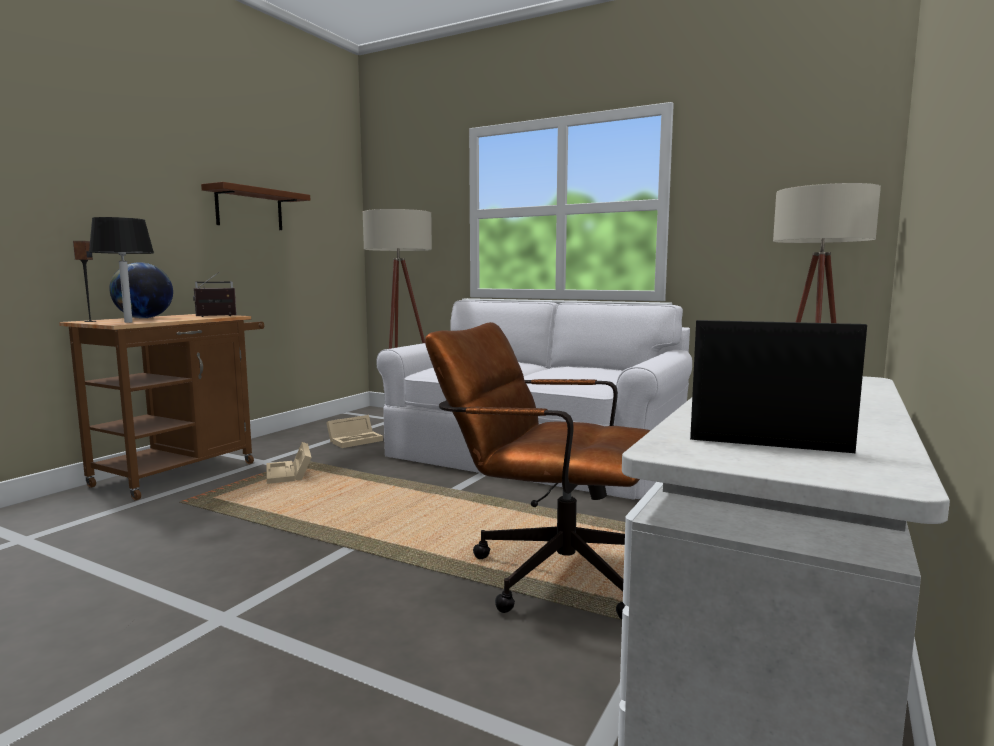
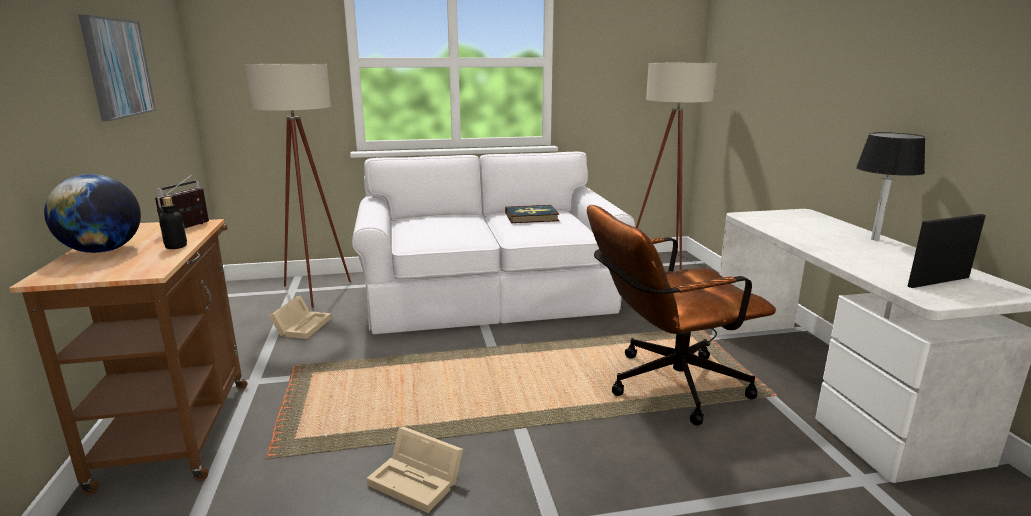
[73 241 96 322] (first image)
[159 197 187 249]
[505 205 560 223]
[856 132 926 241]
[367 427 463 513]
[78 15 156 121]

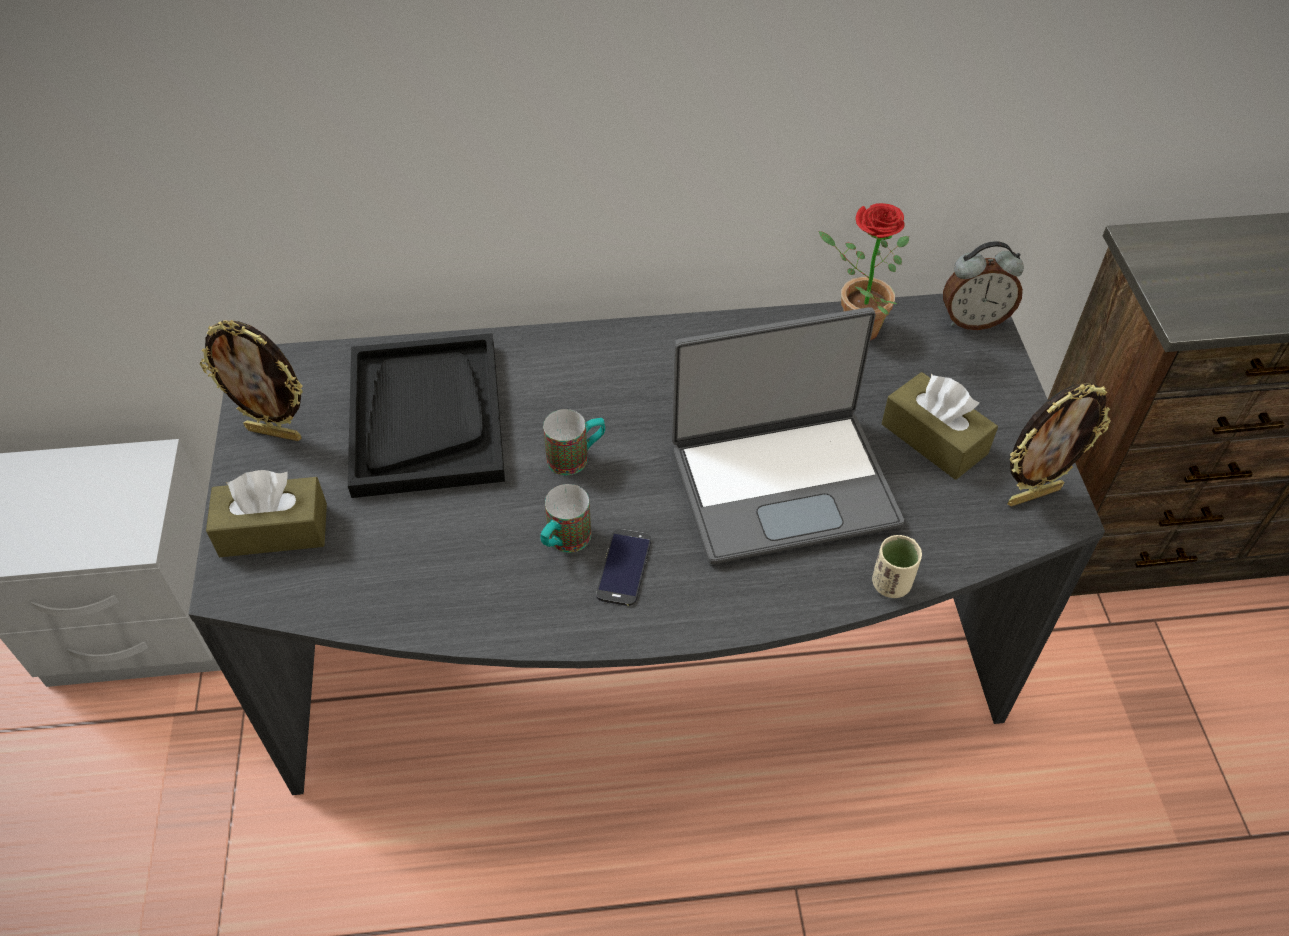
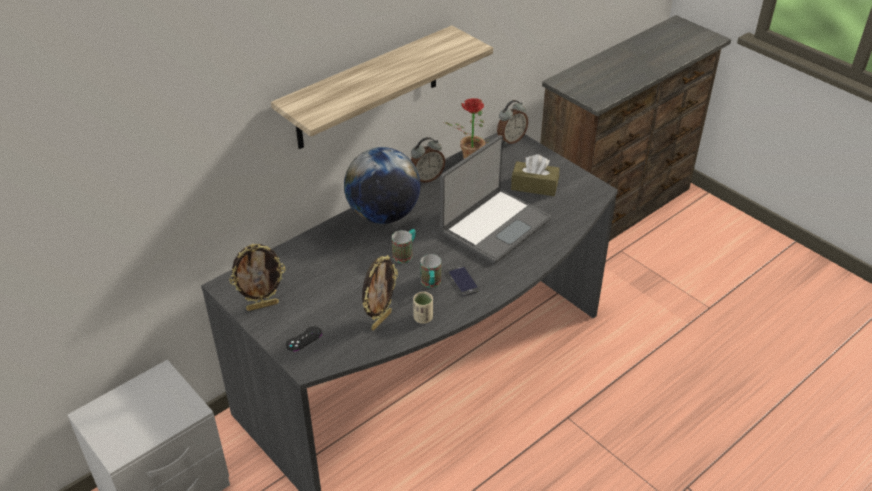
[348 333 505 498] (first image)
[271 25 493 149]
[344 147 420 224]
[411 137 445 183]
[413 292 433 324]
[362 255 398 330]
[286 326 322 351]

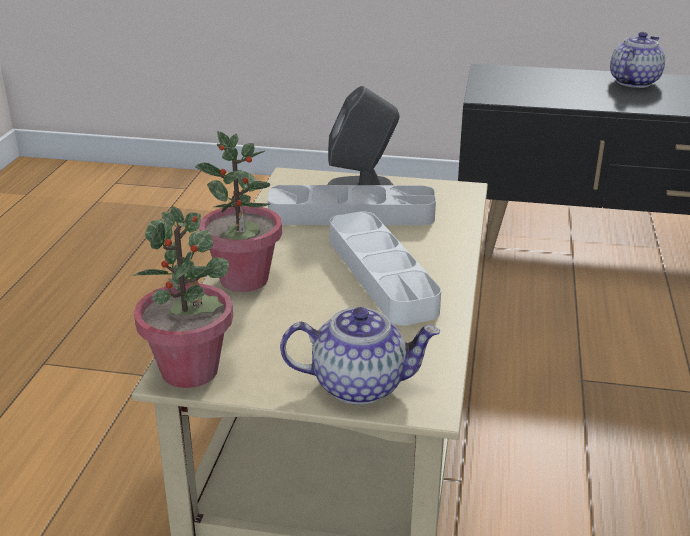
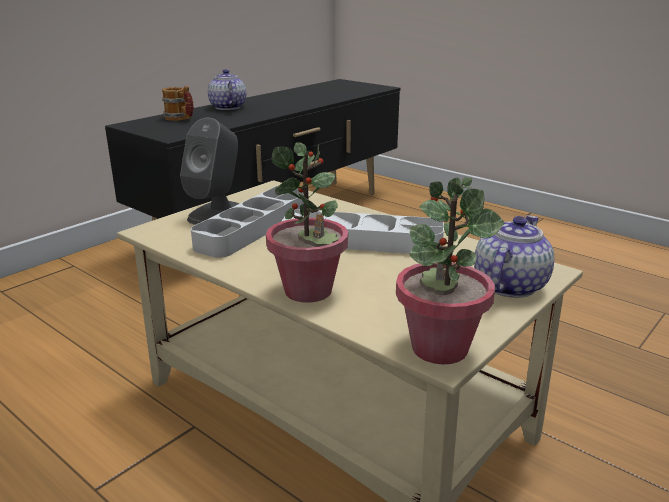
[162 86 194 121]

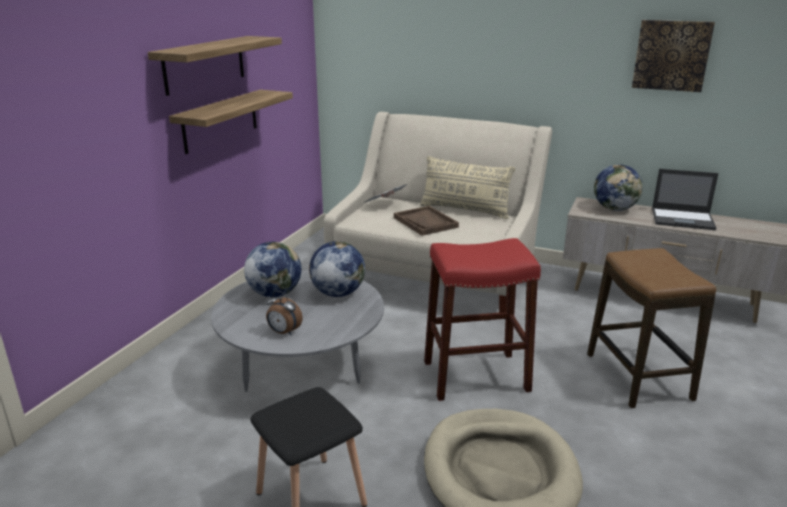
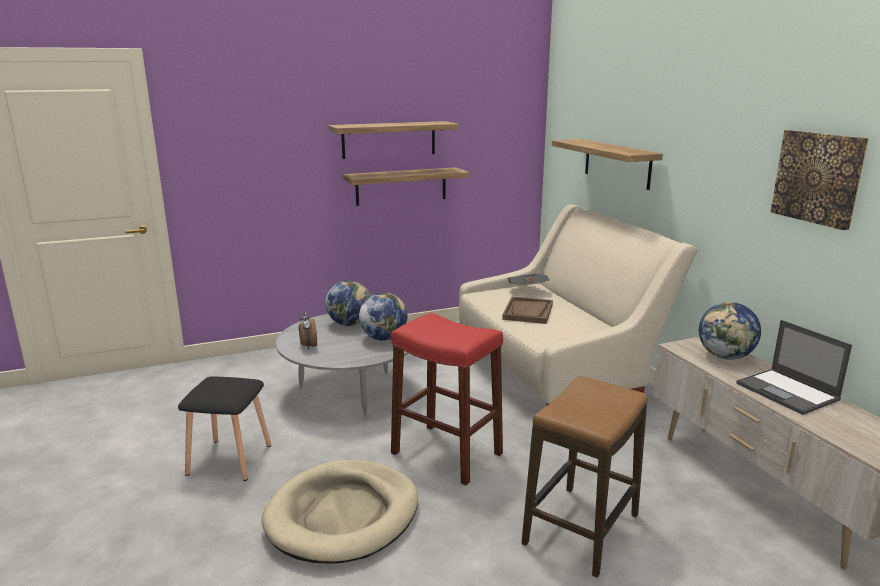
[420 156 516 219] (first image)
[552 139 663 190]

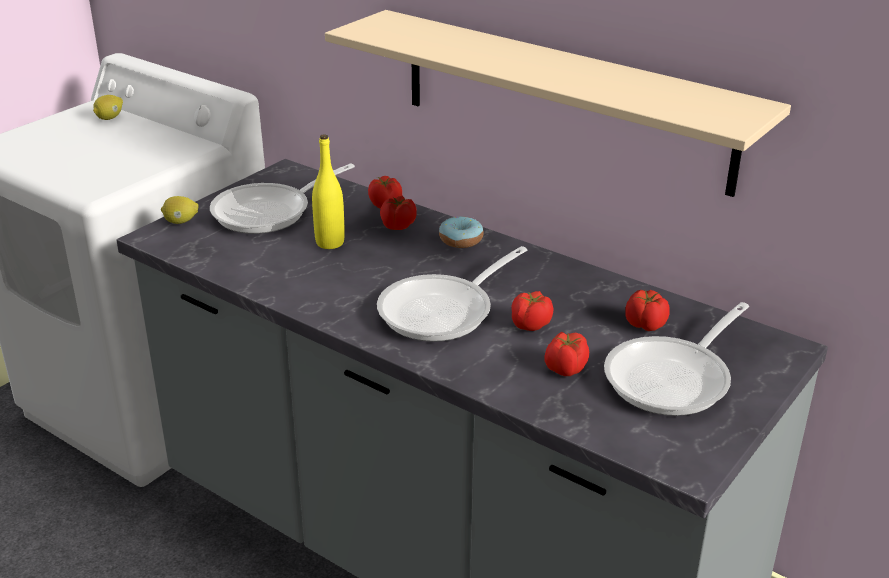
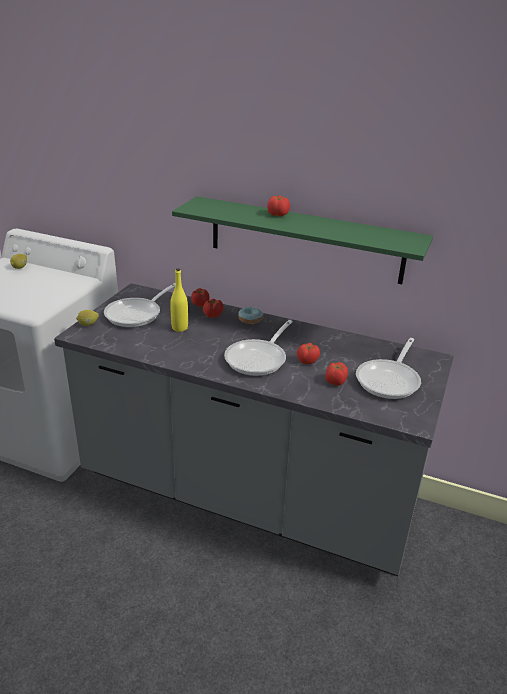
[267 196 290 217]
[172 196 433 284]

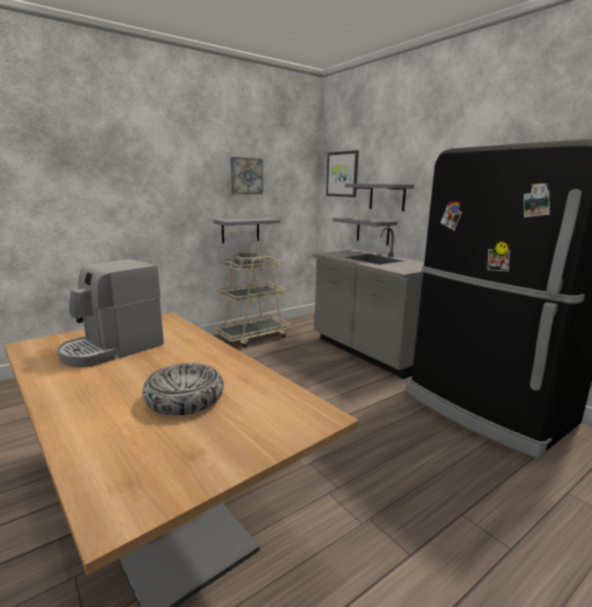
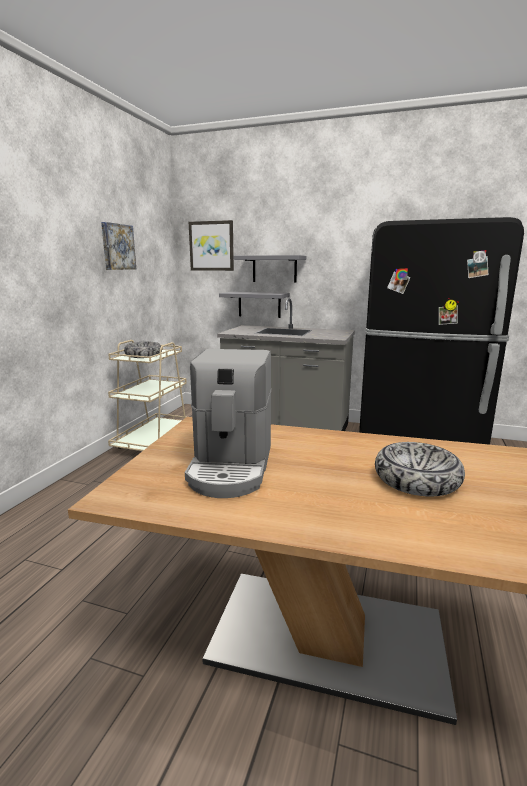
[213 218 280 243] (first image)

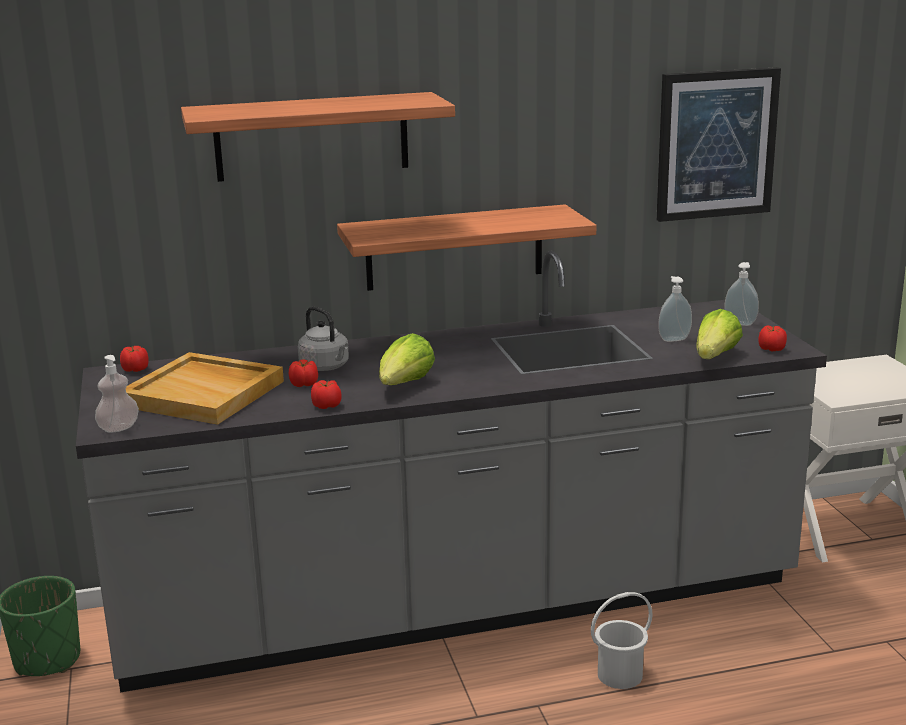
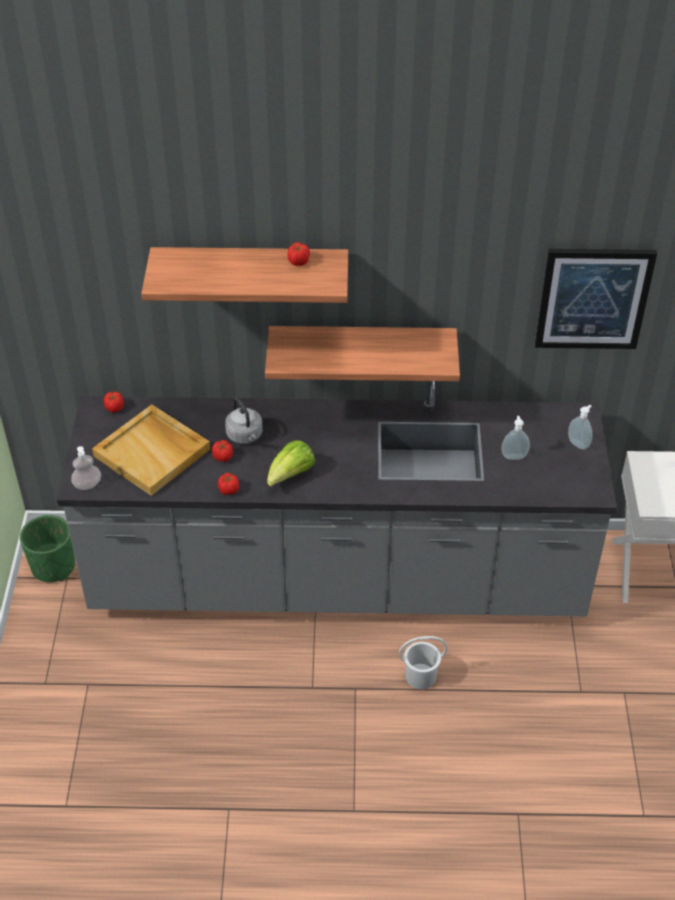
[696 309 743 359] (first image)
[288 242 310 266]

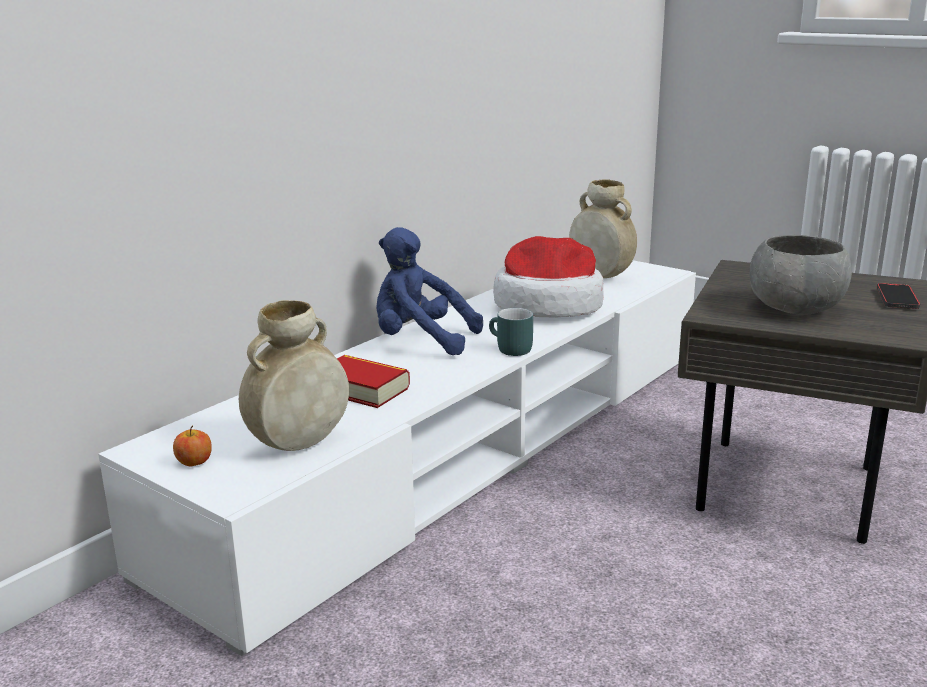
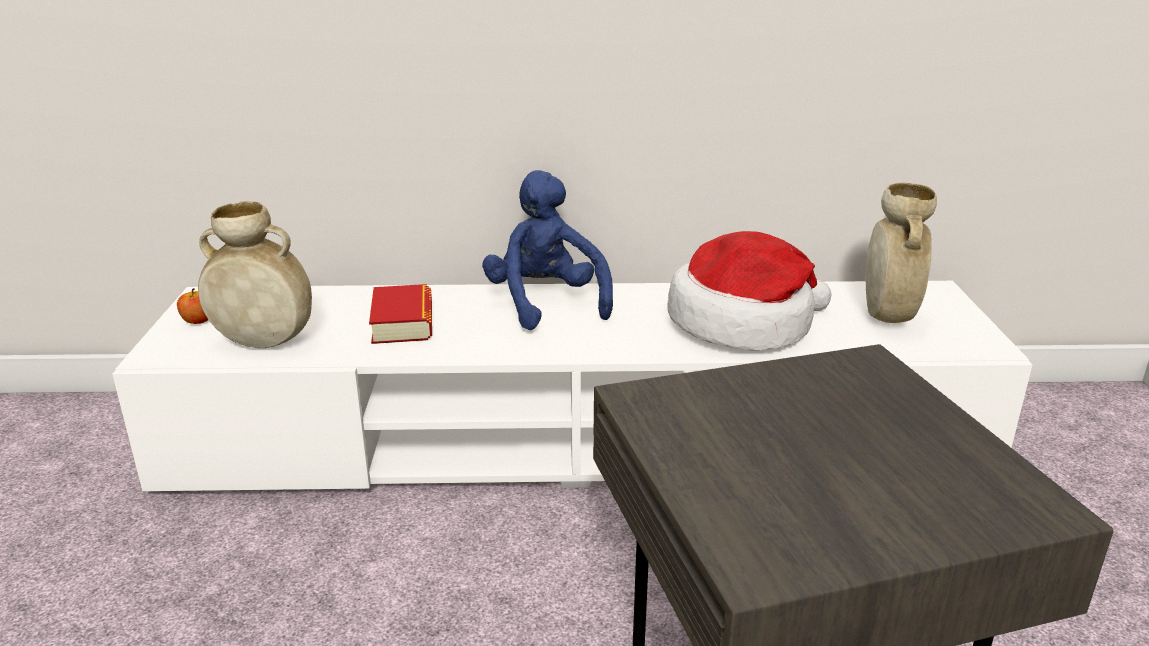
[489 308 533 356] (first image)
[749 235 852 315] (first image)
[877 283 920 309] (first image)

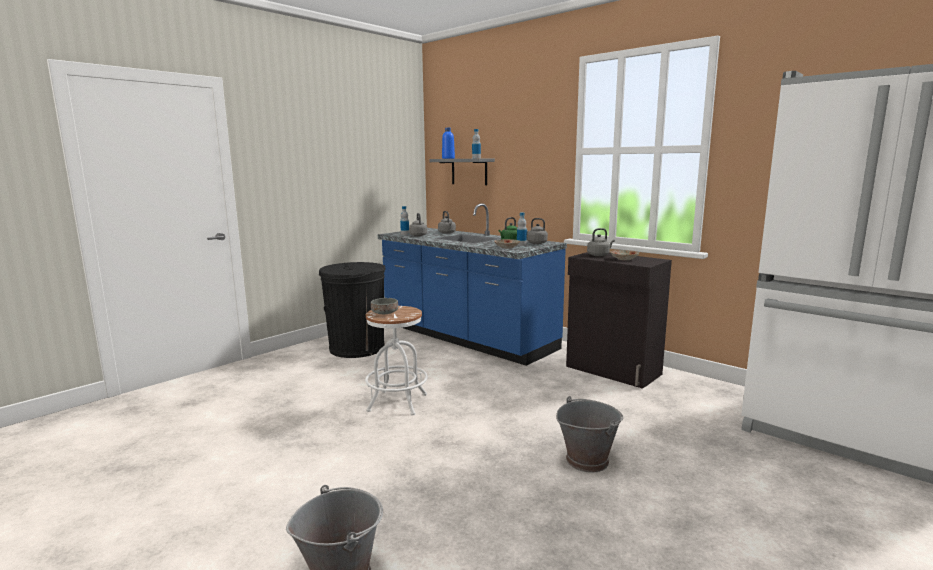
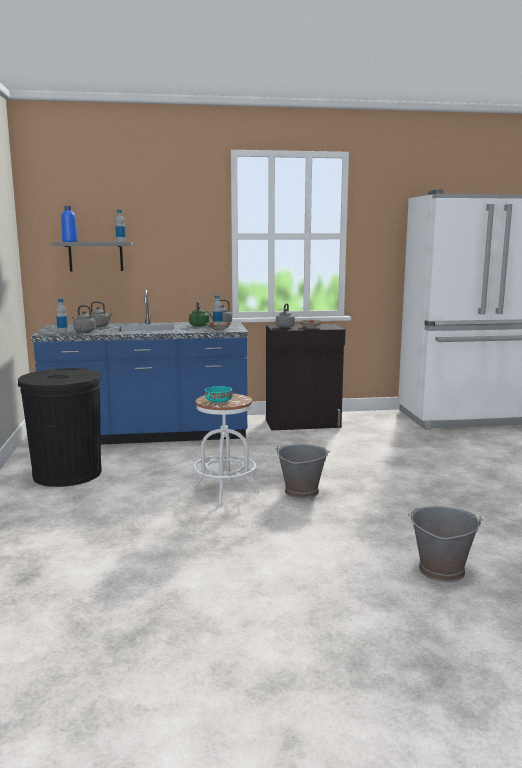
[275 444 330 499]
[205 386 233 403]

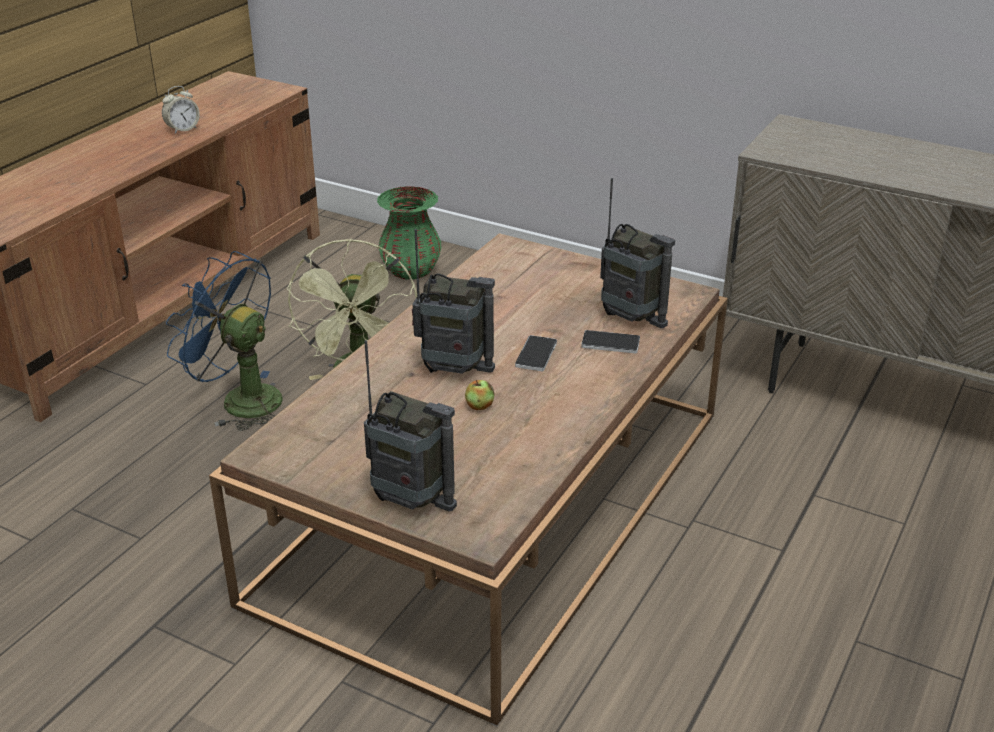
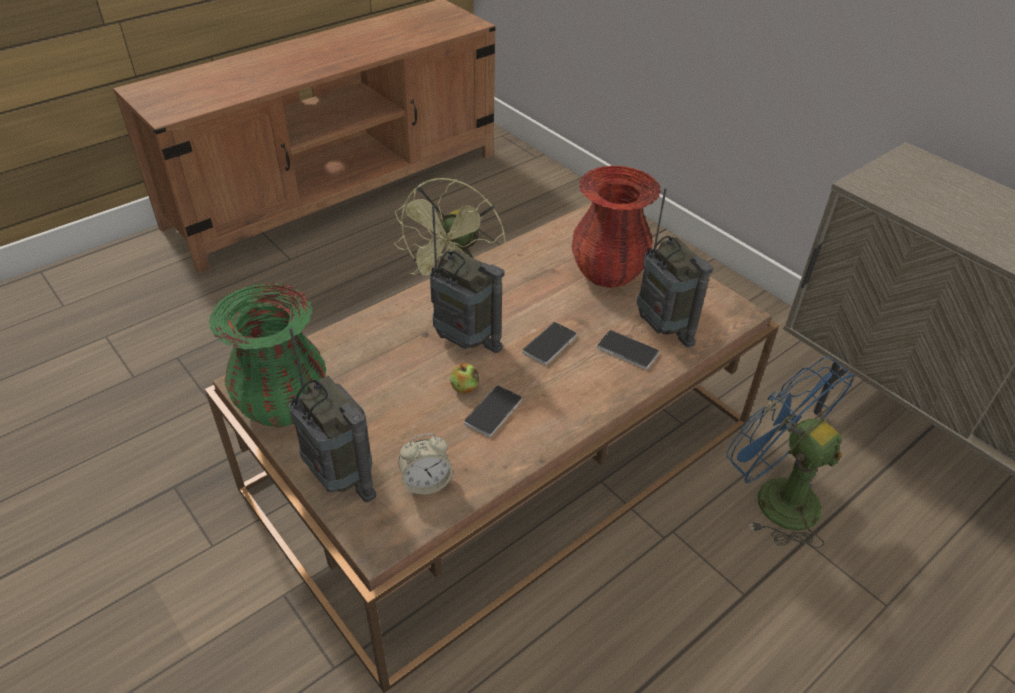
[464 385 522 437]
[572 166 661 288]
[398 434 453 495]
[726 356 856 548]
[209 283 326 428]

